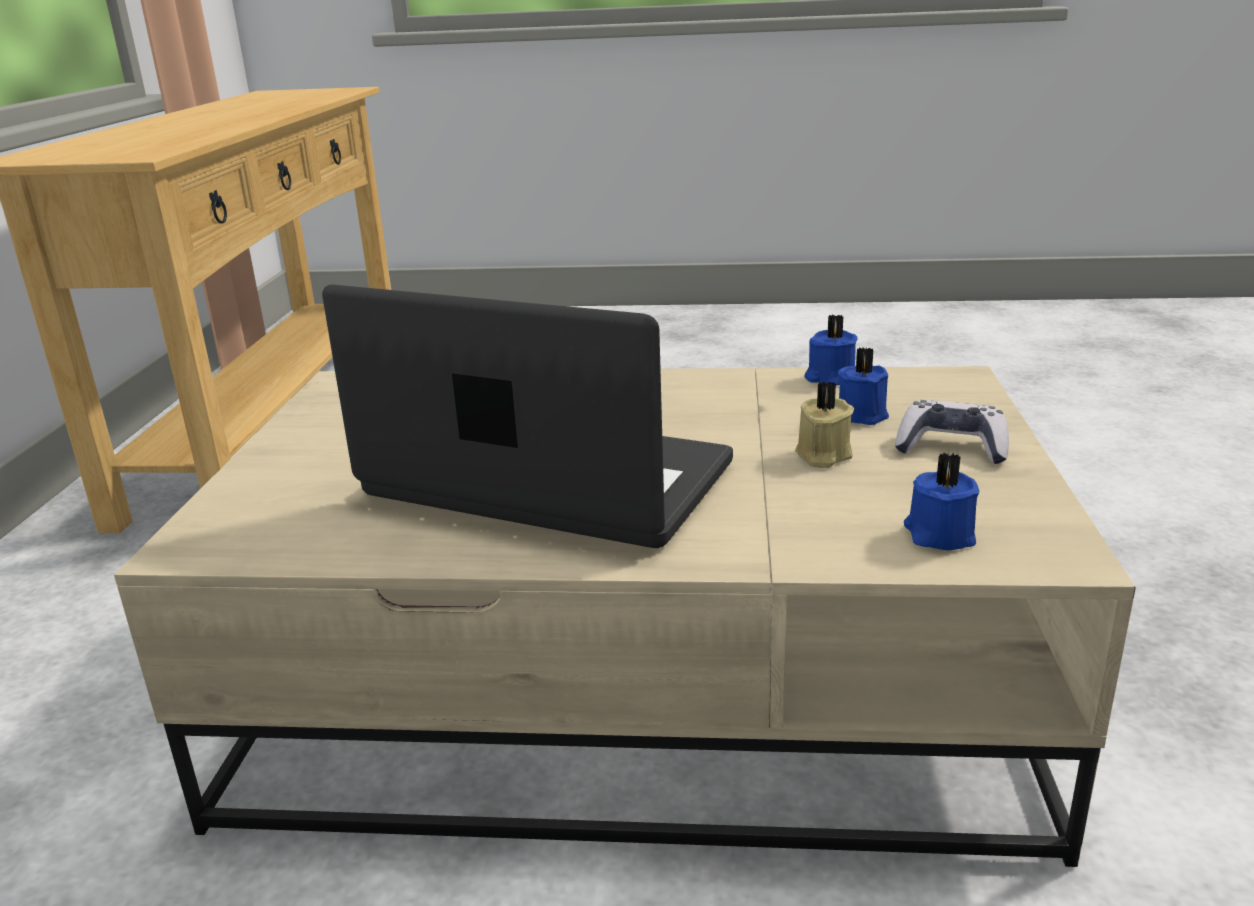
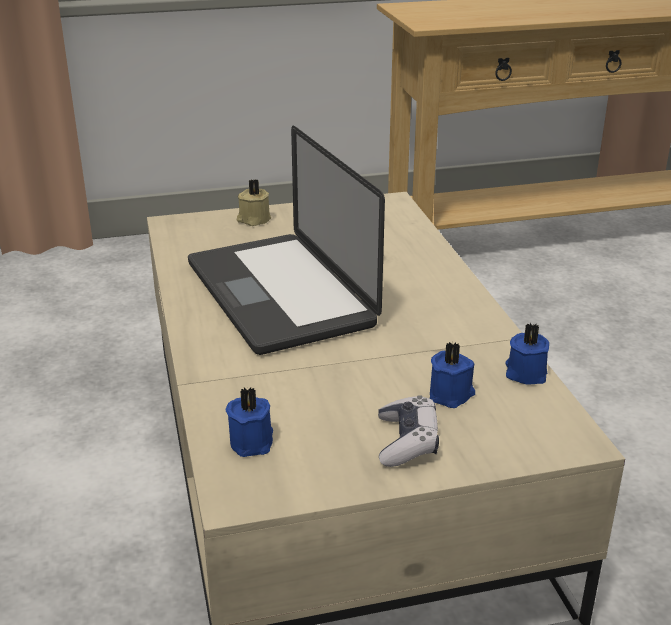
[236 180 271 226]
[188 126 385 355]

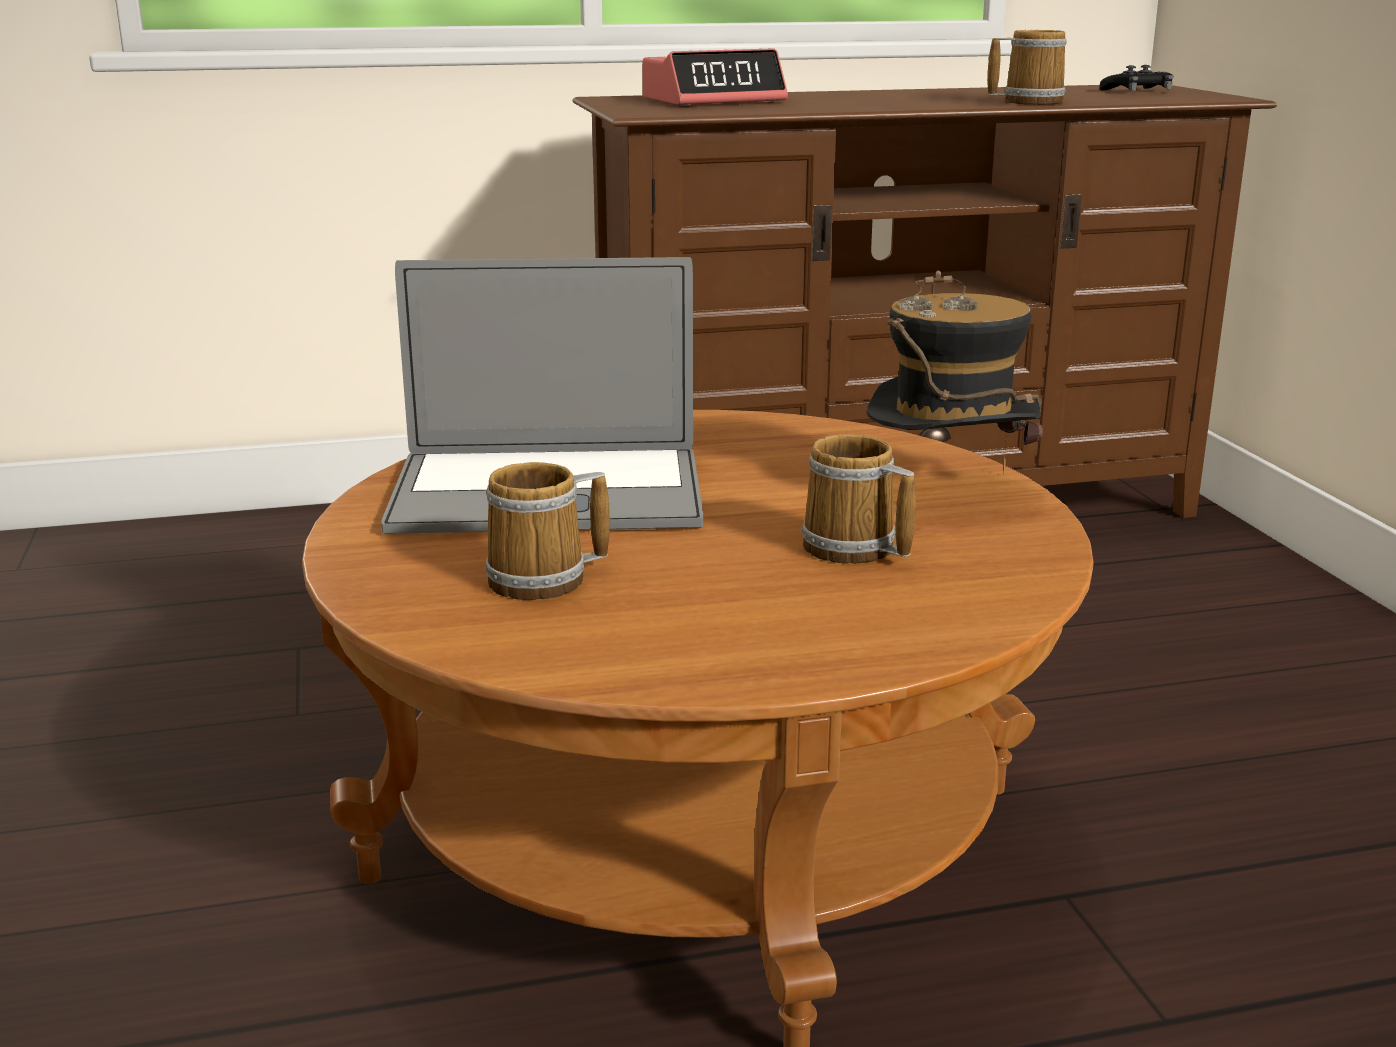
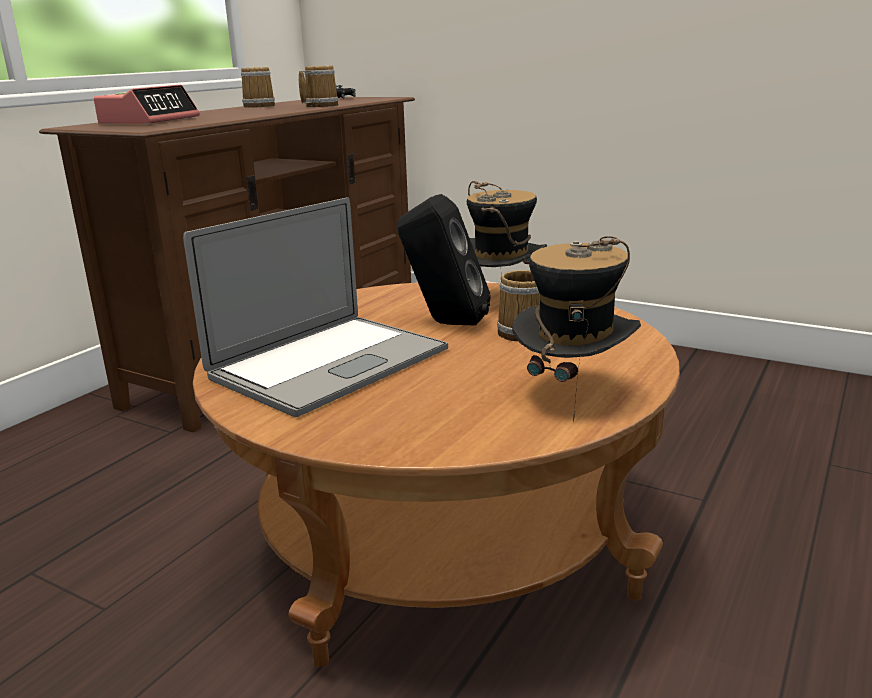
[397 194 490 326]
[512 236 641 422]
[241 67 275 108]

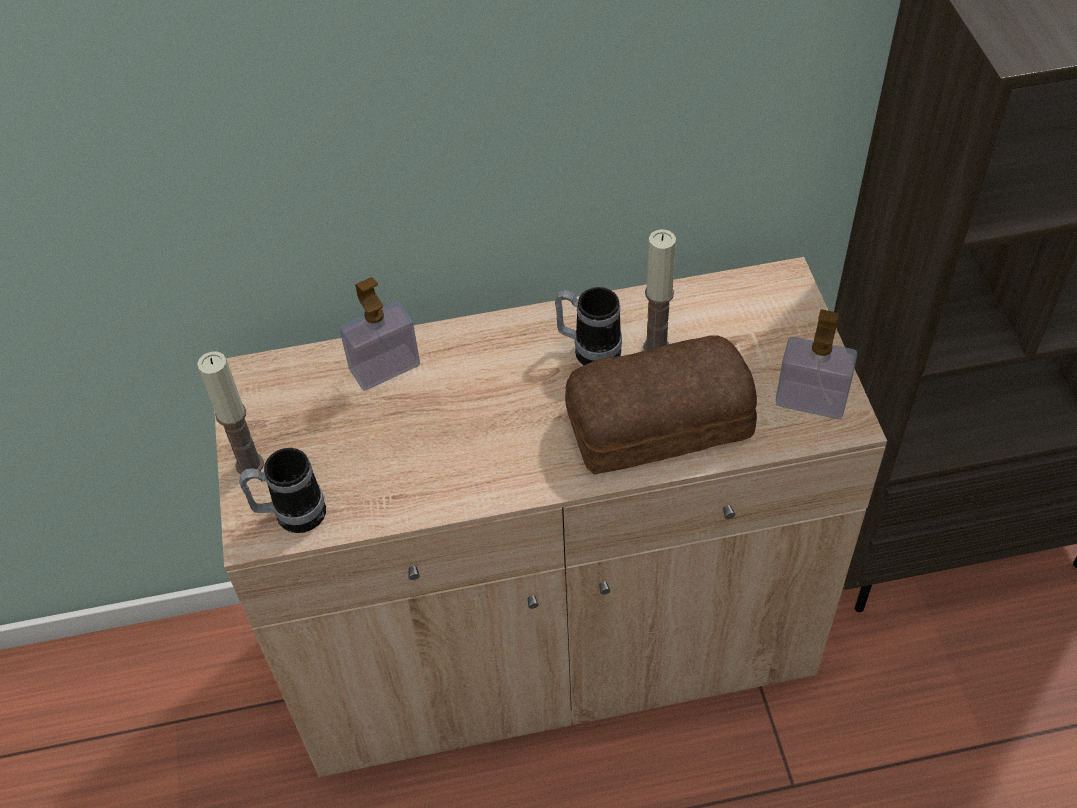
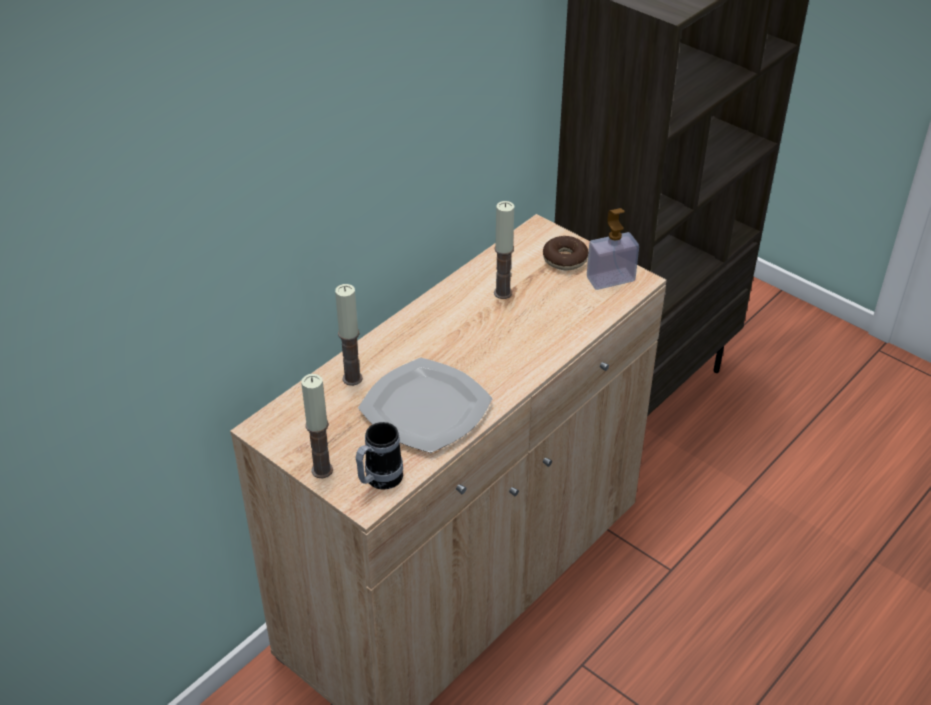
[555 287 622 365] (first image)
[565 336 757 475] (first image)
[358 358 493 453]
[543 236 588 271]
[335 284 363 386]

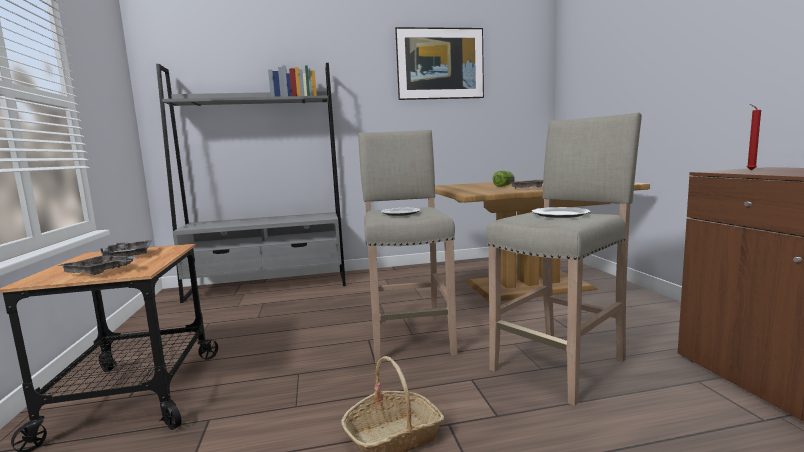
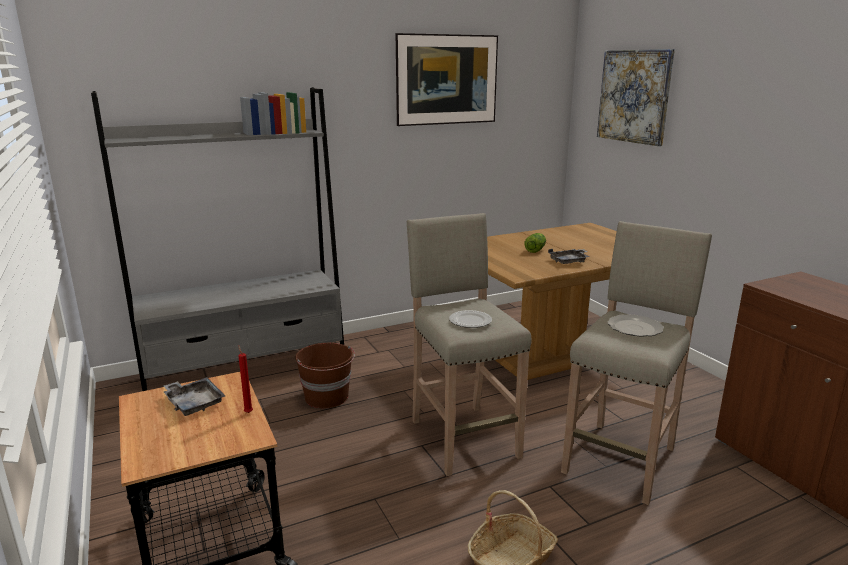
[57 251 138 275] (first image)
[295 343 355 408]
[597 49 675 146]
[238 345 253 413]

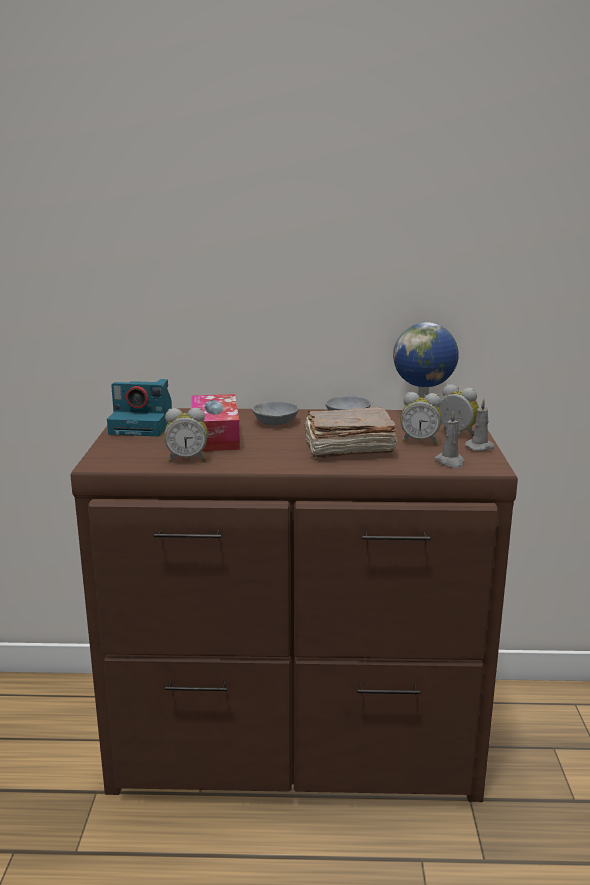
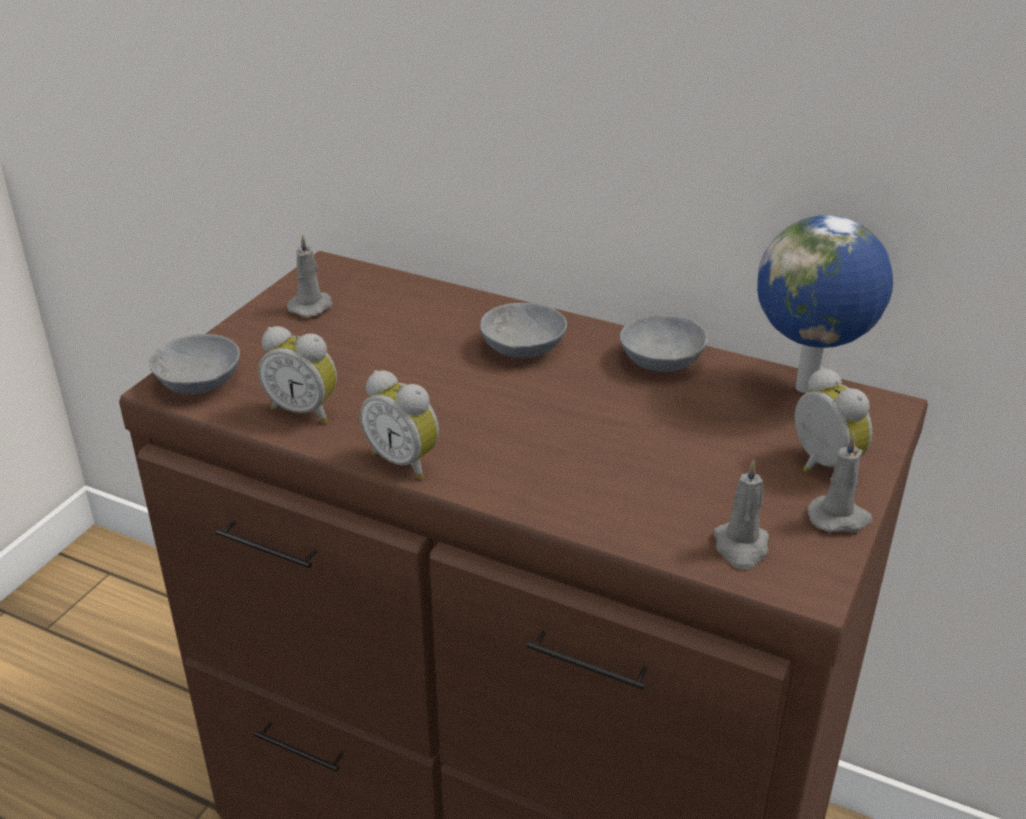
[191 394 240 451] (first image)
[304 407 397 459] (first image)
[149 334 240 395]
[360 370 439 479]
[287 234 333 317]

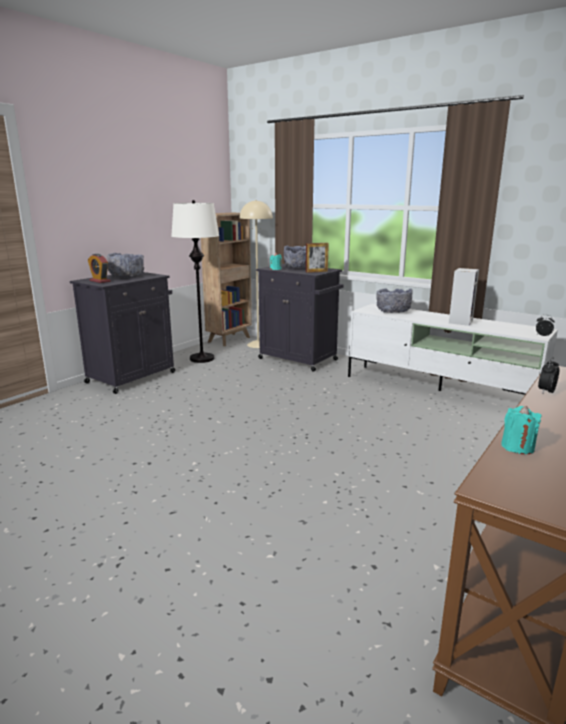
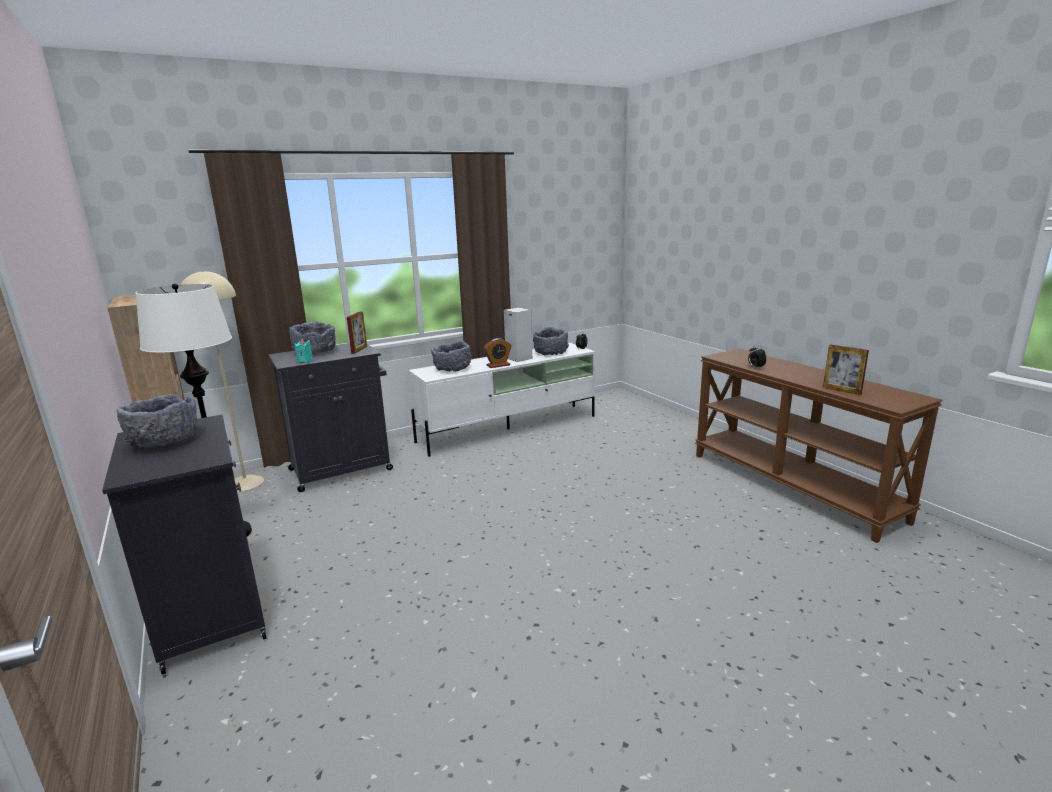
[533 327 569 355]
[484 338 511 368]
[823 345 869 395]

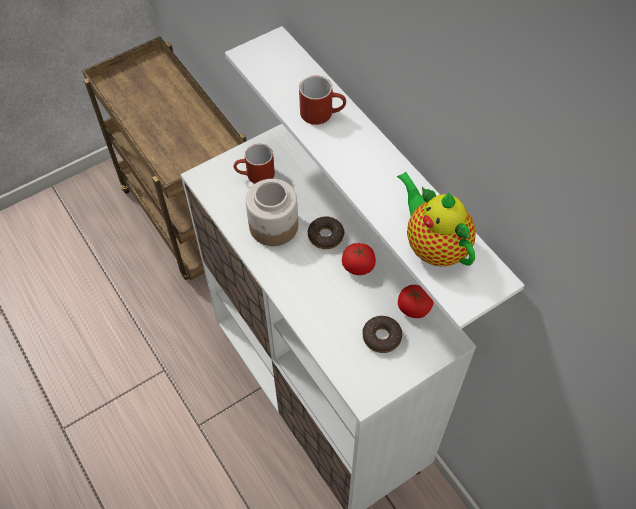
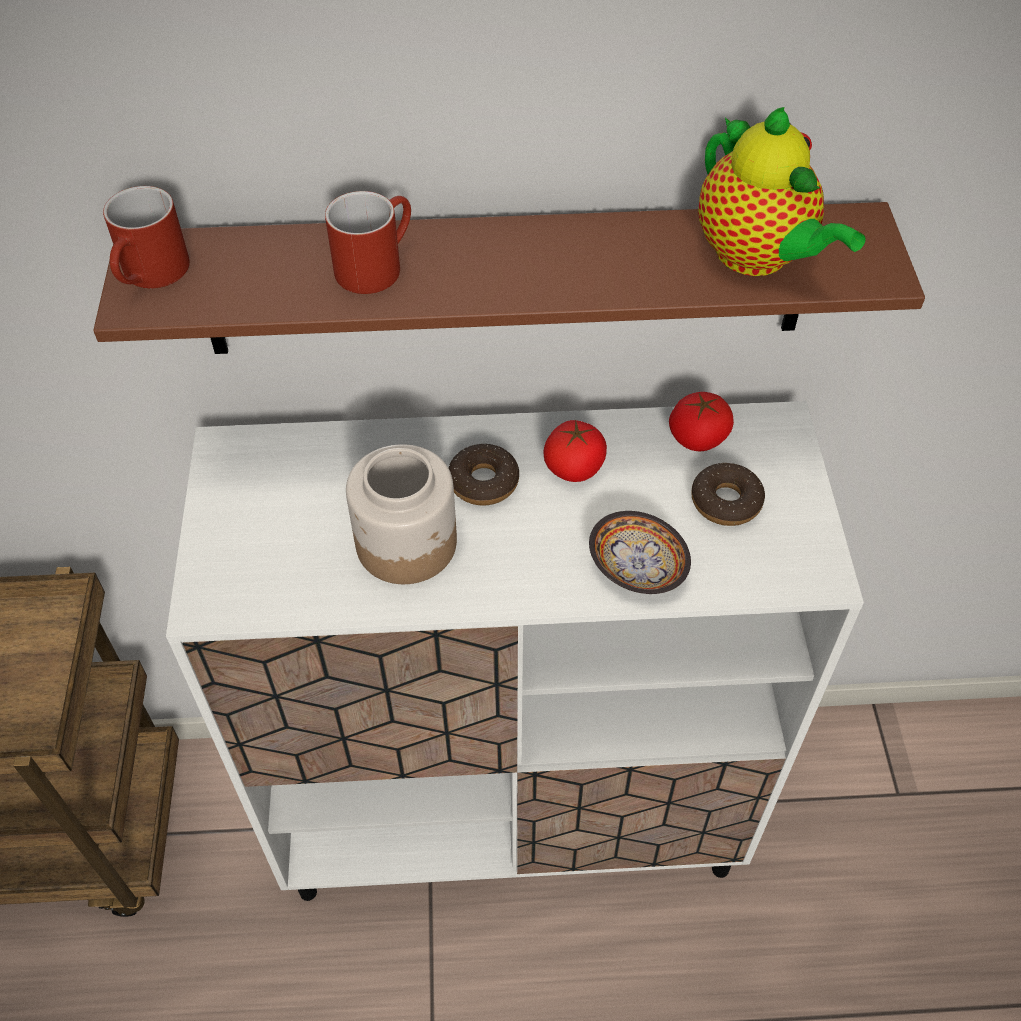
[589 511 691 594]
[103 186 190 288]
[93 202 925 354]
[698 107 866 276]

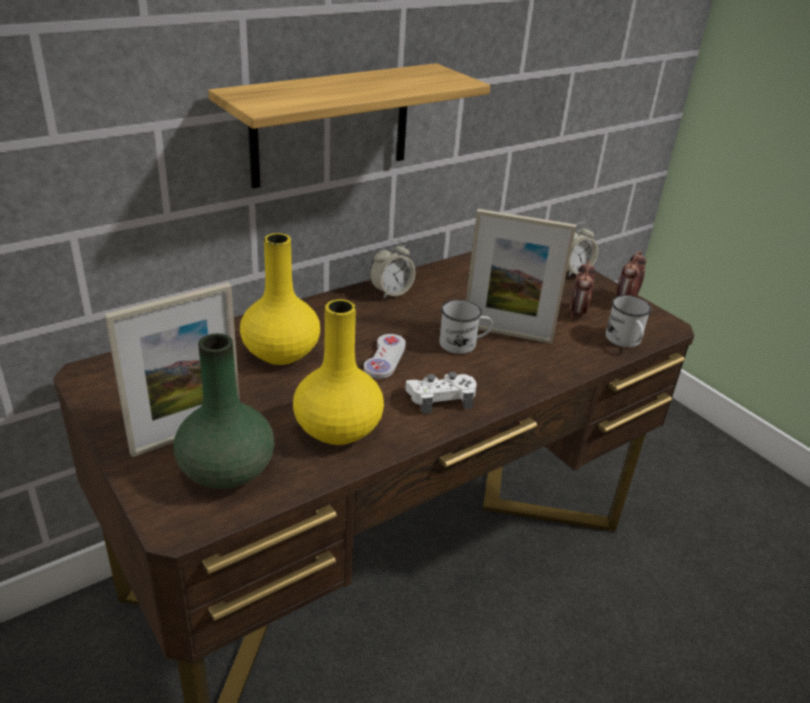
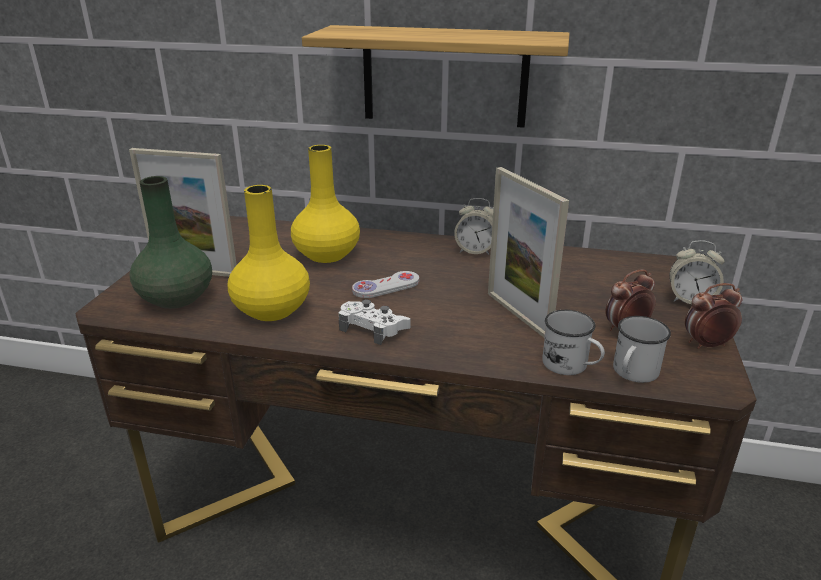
[542 310 605 375]

